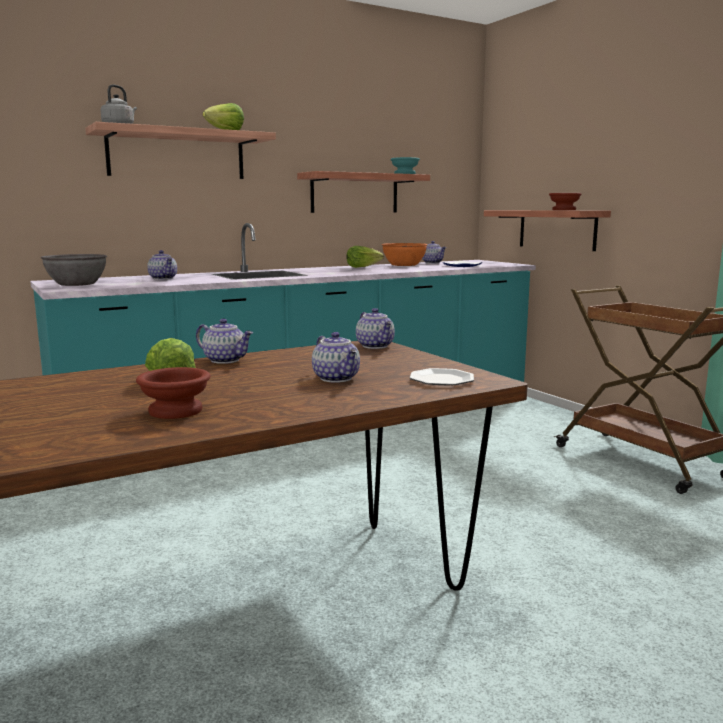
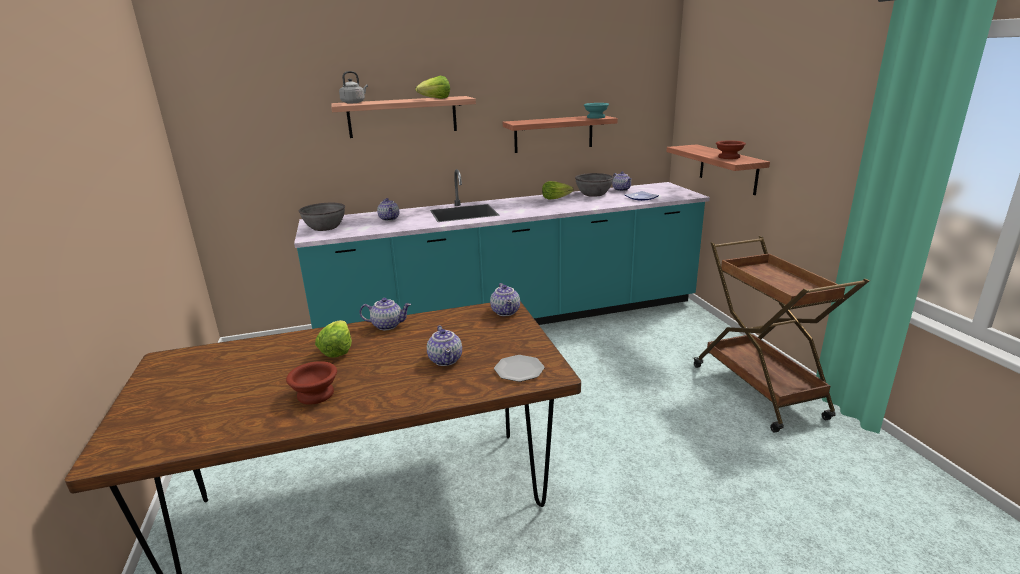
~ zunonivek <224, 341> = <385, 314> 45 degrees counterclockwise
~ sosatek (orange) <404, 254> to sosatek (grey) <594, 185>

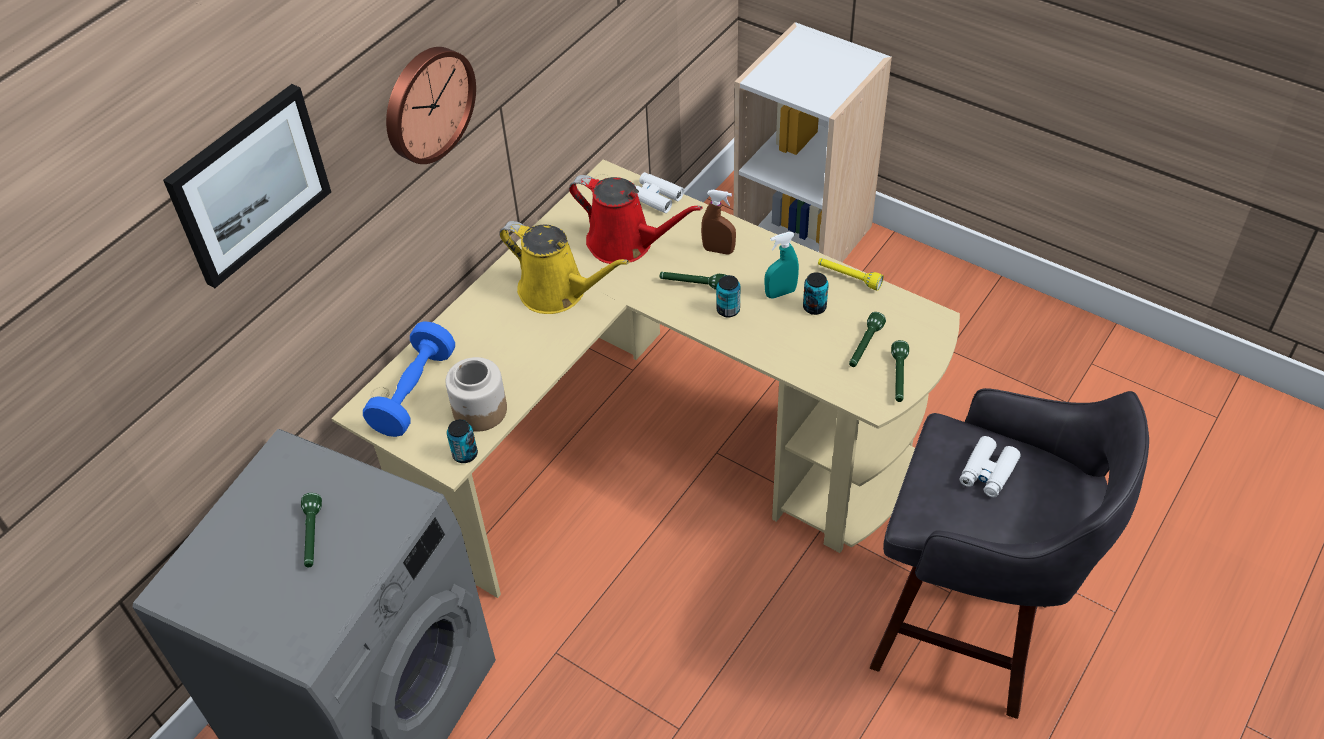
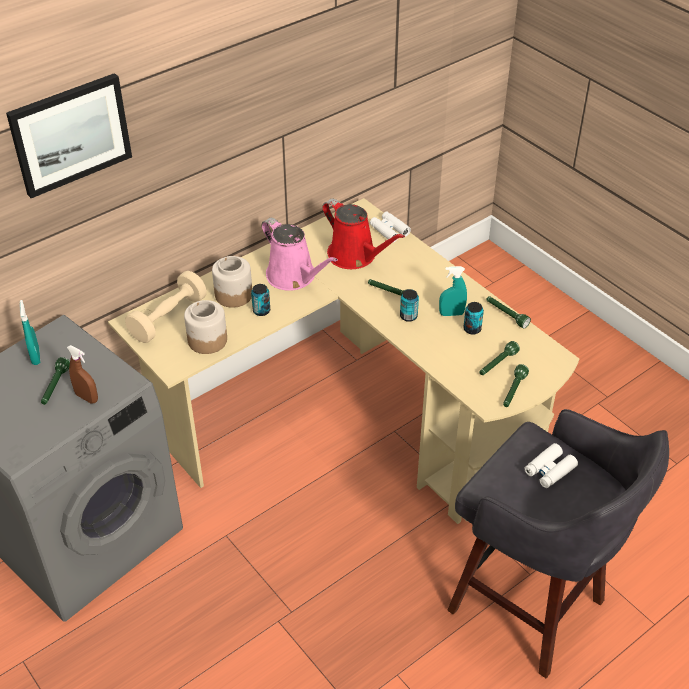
+ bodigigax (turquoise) <29, 332>
~ bodigigax (brown) <718, 222> to <82, 374>
~ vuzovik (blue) <409, 379> to vuzovik (beige) <166, 307>
+ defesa <232, 282>
~ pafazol <462, 441> to <260, 300>
~ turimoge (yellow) <564, 267> to turimoge (pink) <300, 254>
~ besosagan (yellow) <851, 274> to besosagan (green) <509, 312>
- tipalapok <431, 105>
- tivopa <813, 142>

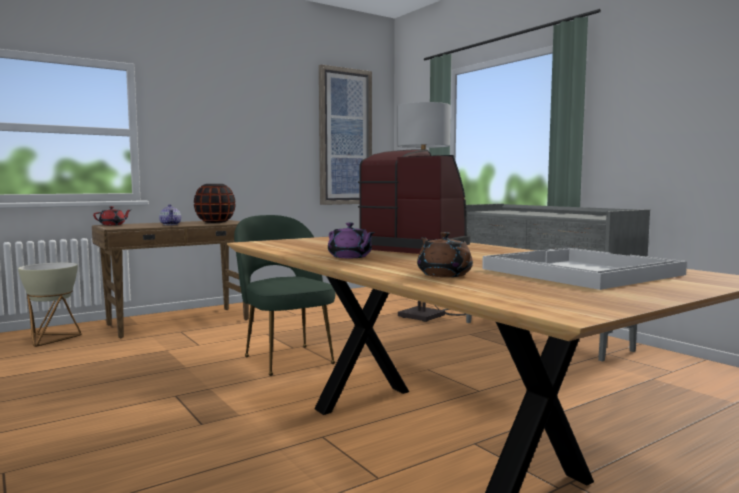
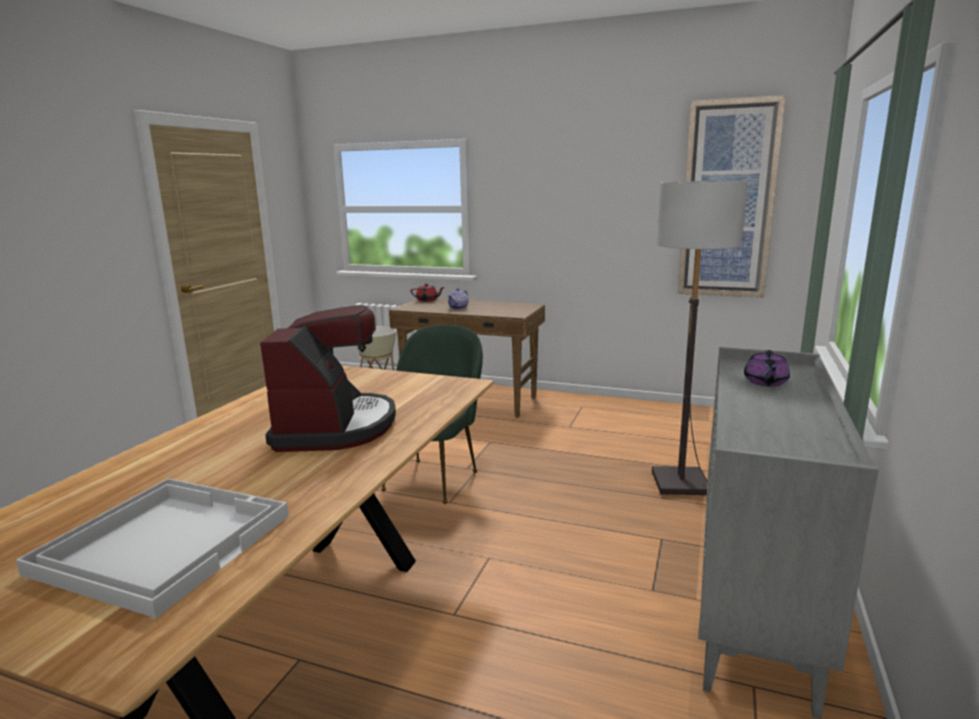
~ zunonivek (purple) <351, 240> to <767, 368>
- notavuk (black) <215, 203>
- zunonivek (brown) <445, 254>

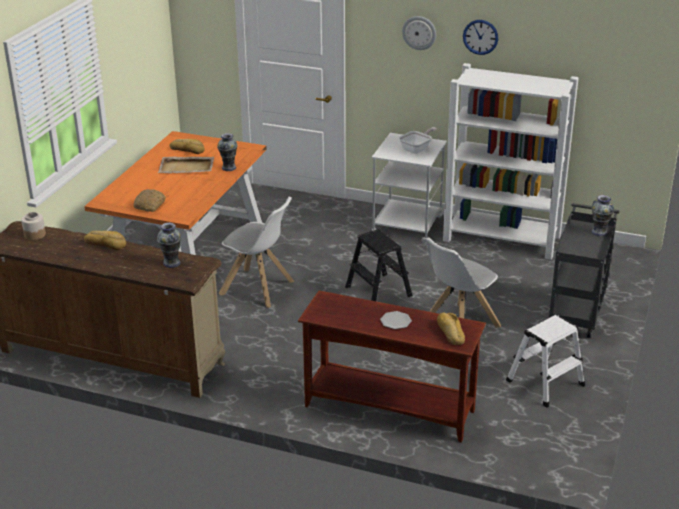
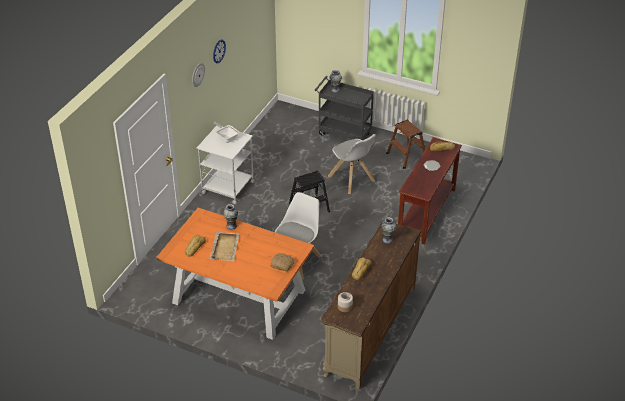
~ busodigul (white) <545, 361> to busodigul (brown) <406, 144>
- tivopa (white) <510, 161>

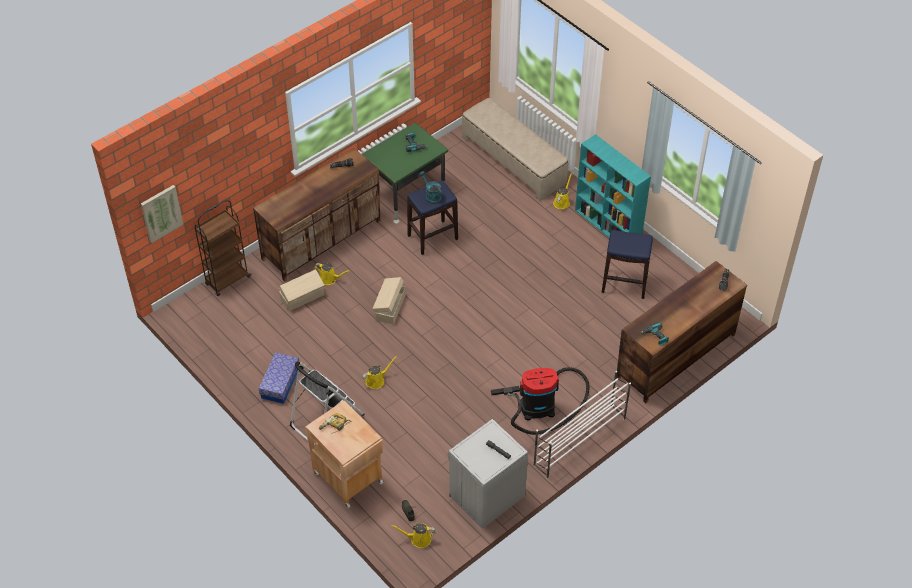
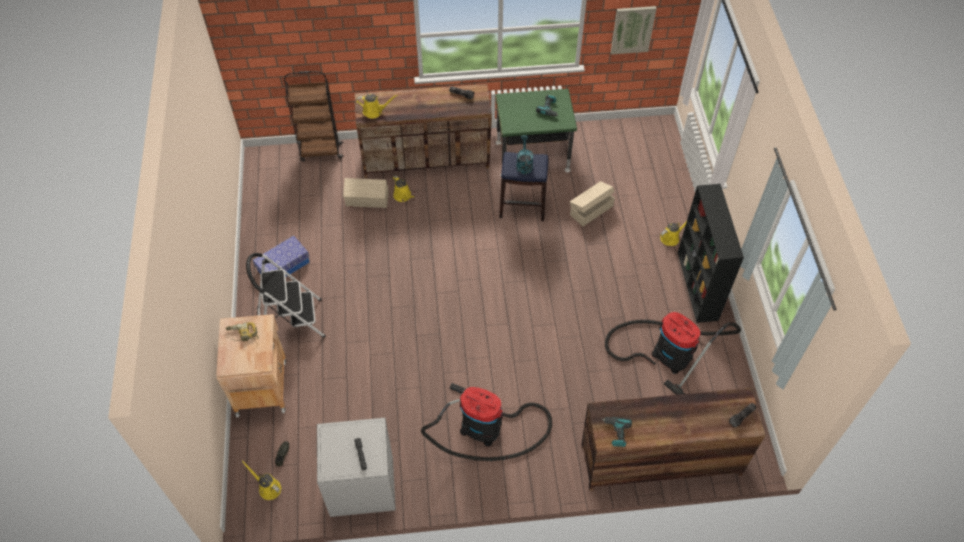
~ turimoge (yellow) <379, 372> to <377, 106>
~ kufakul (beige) <389, 301> to <592, 203>
~ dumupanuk <627, 264> to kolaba <673, 353>
~ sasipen <162, 214> to <634, 30>
~ tivopa (turquoise) <613, 185> to tivopa (black) <710, 253>
- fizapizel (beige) <515, 149>
- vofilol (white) <582, 425>

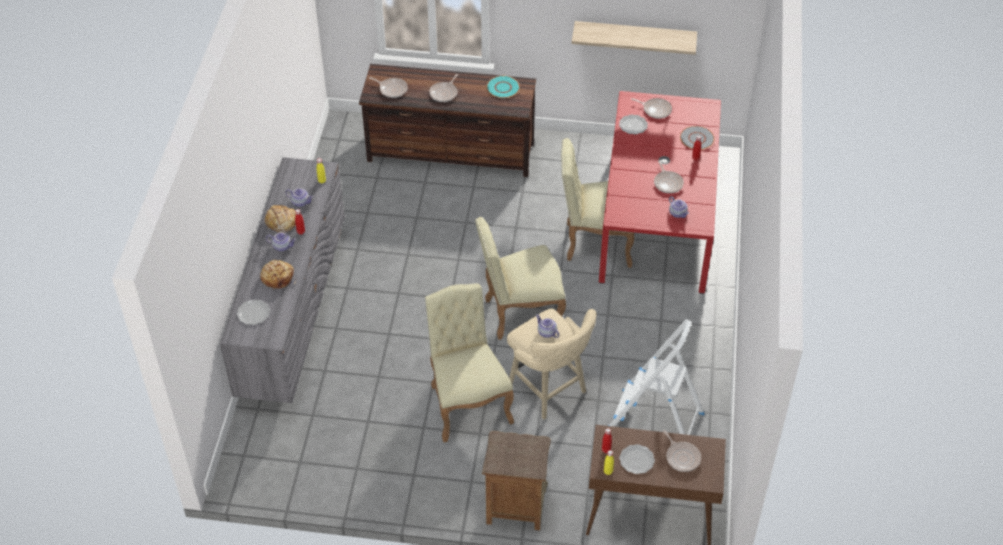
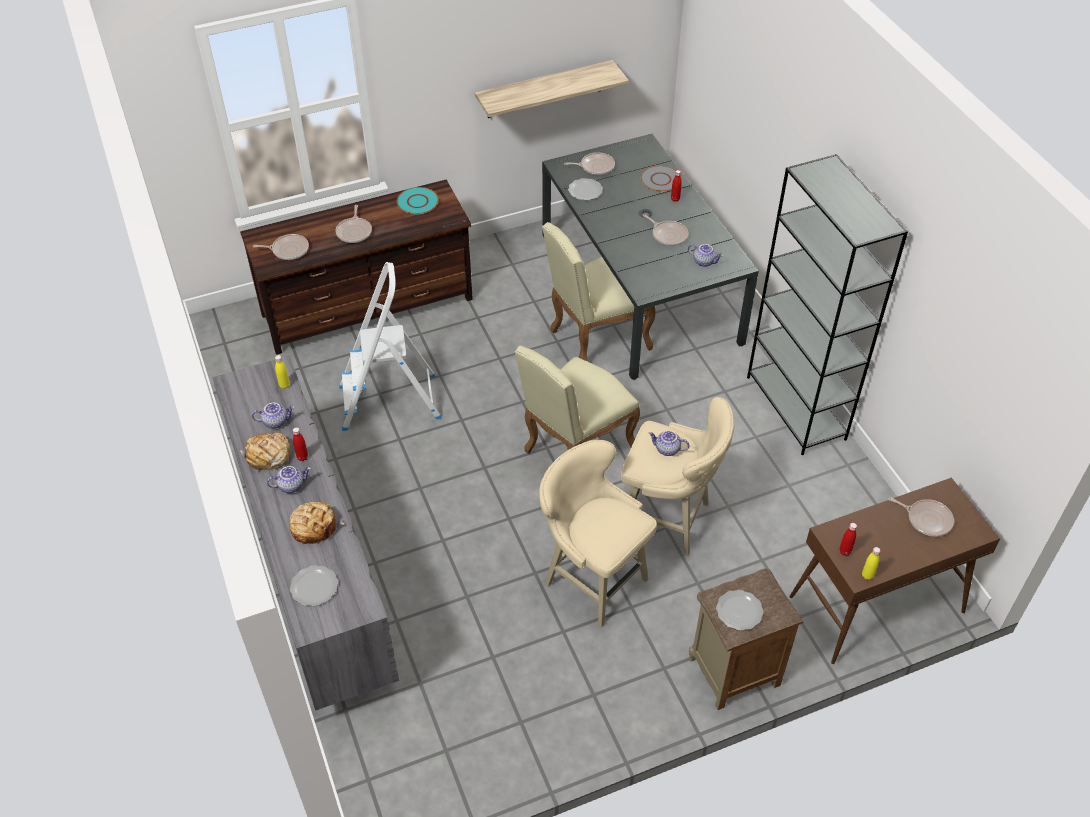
~ busodigul (white) <656, 377> to <390, 346>
~ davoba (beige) <469, 362> to dumupanuk (beige) <598, 533>
~ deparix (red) <660, 192> to deparix (grey) <650, 257>
~ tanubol <637, 459> to <740, 610>
+ tivopa (grey) <827, 304>

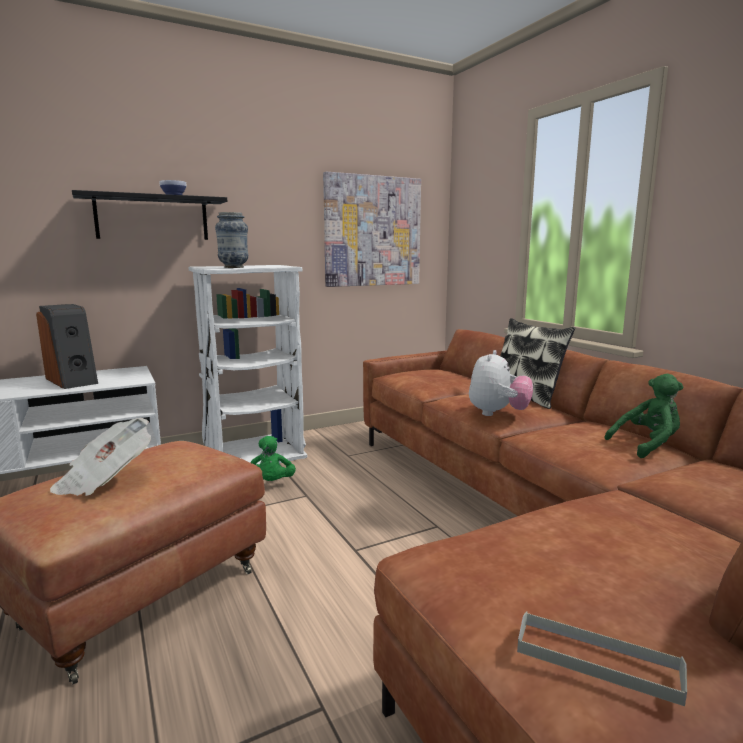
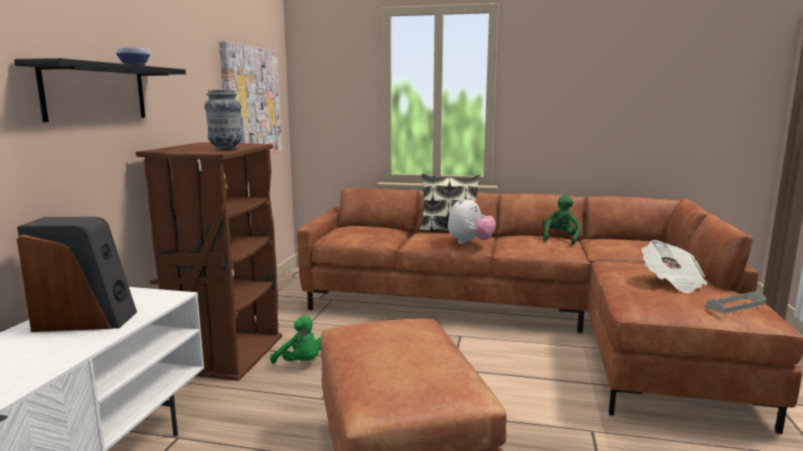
~ tivopa (white) <248, 364> to tivopa (brown) <209, 261>
~ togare <501, 383> = <472, 220> 60 degrees clockwise
~ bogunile <100, 457> to <674, 266>

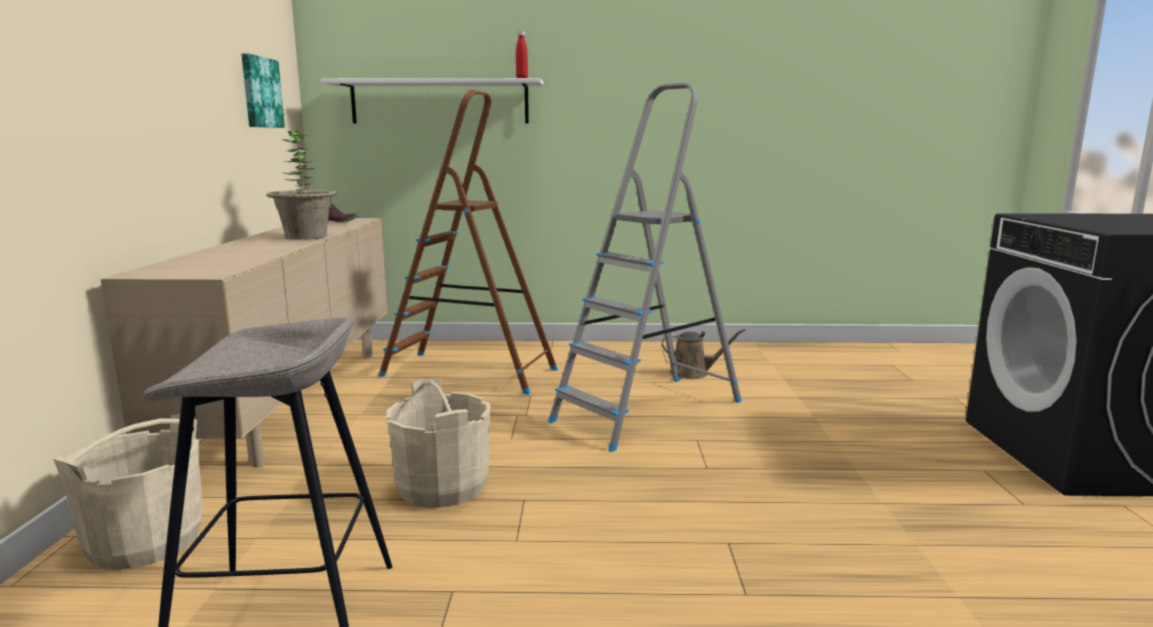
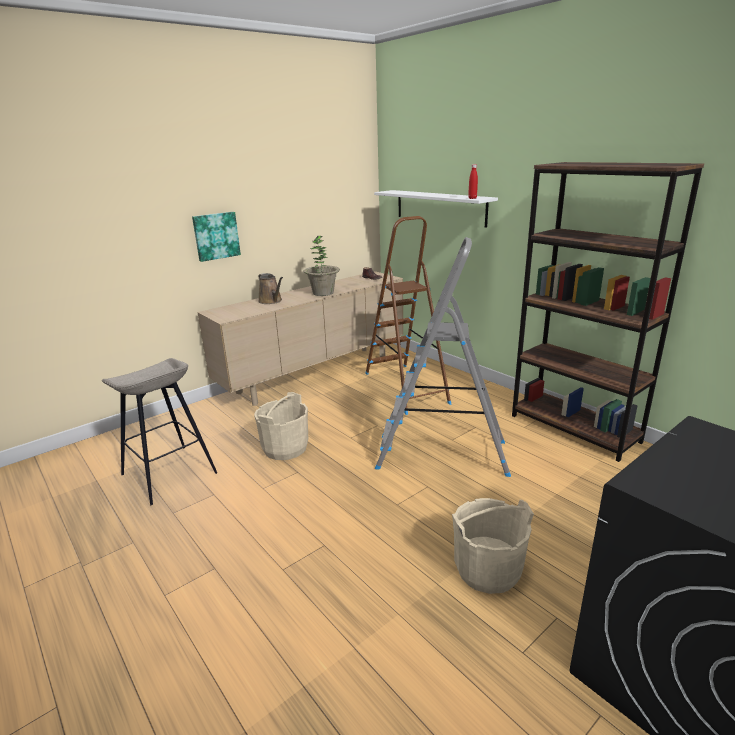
~ sasipen <263, 90> to <216, 237>
~ turimoge (brown) <704, 354> to <270, 288>
~ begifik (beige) <128, 492> to <493, 546>
+ tivopa (brown) <608, 312>

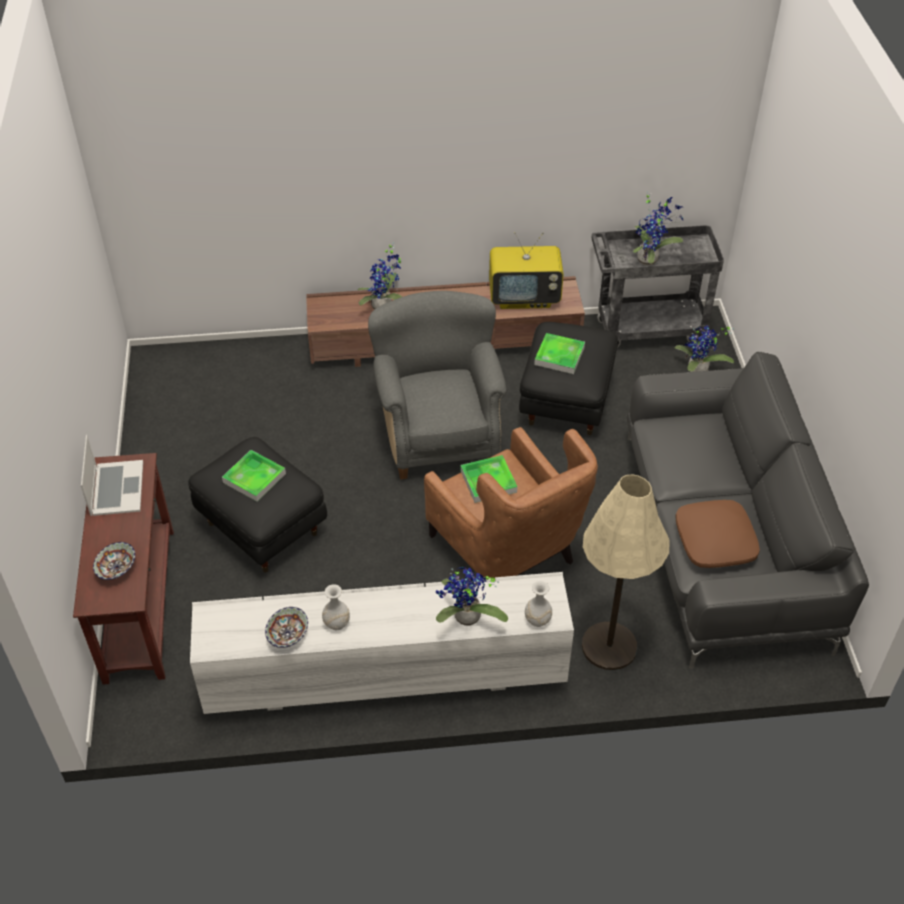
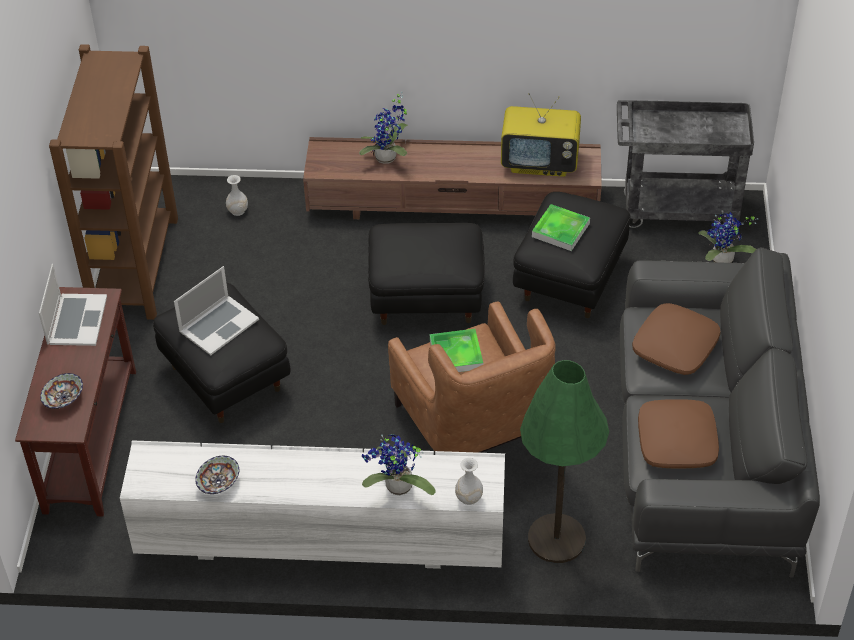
+ tivopa (brown) <113, 182>
~ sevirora <254, 476> to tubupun <216, 310>
~ notavuk (white) <336, 607> to <237, 195>
~ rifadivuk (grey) <437, 385> to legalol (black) <426, 274>
~ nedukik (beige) <626, 572> to nedukik (green) <564, 461>
+ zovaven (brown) <676, 339>
- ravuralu <658, 230>

